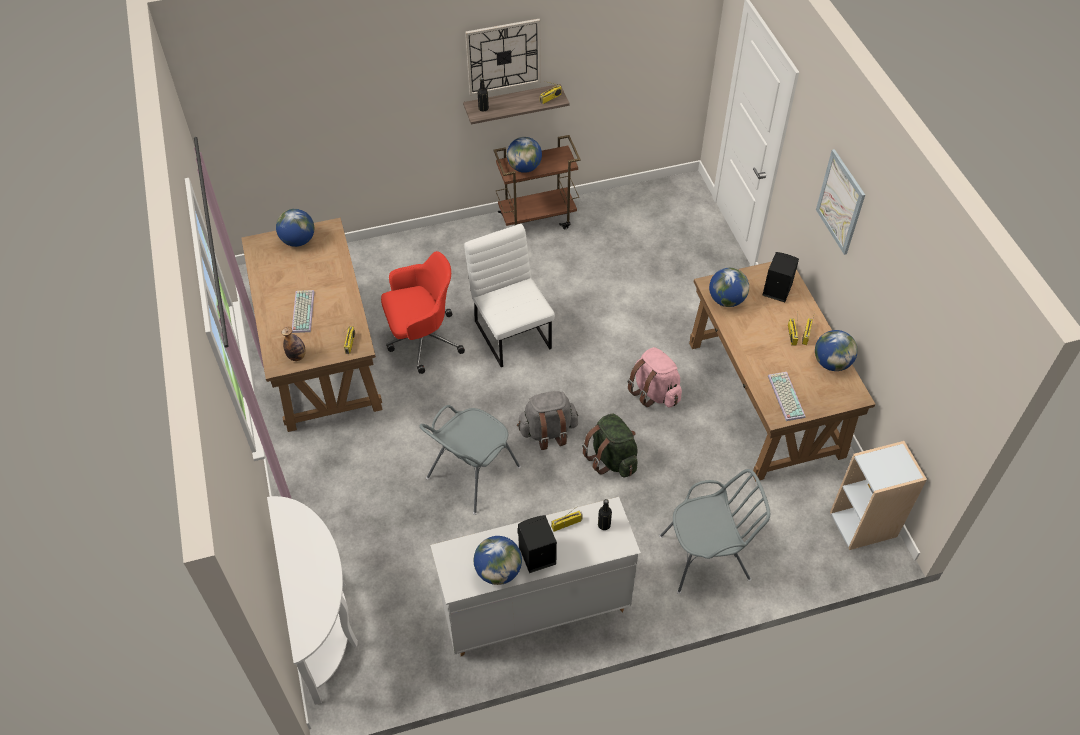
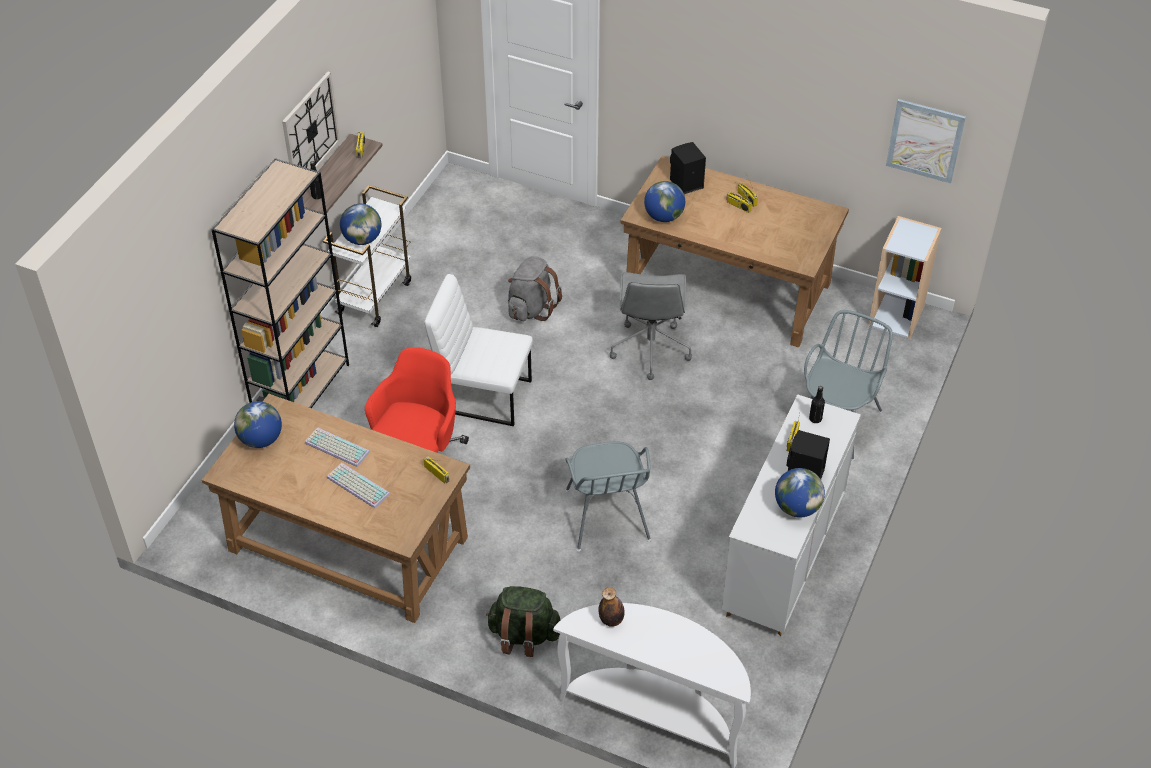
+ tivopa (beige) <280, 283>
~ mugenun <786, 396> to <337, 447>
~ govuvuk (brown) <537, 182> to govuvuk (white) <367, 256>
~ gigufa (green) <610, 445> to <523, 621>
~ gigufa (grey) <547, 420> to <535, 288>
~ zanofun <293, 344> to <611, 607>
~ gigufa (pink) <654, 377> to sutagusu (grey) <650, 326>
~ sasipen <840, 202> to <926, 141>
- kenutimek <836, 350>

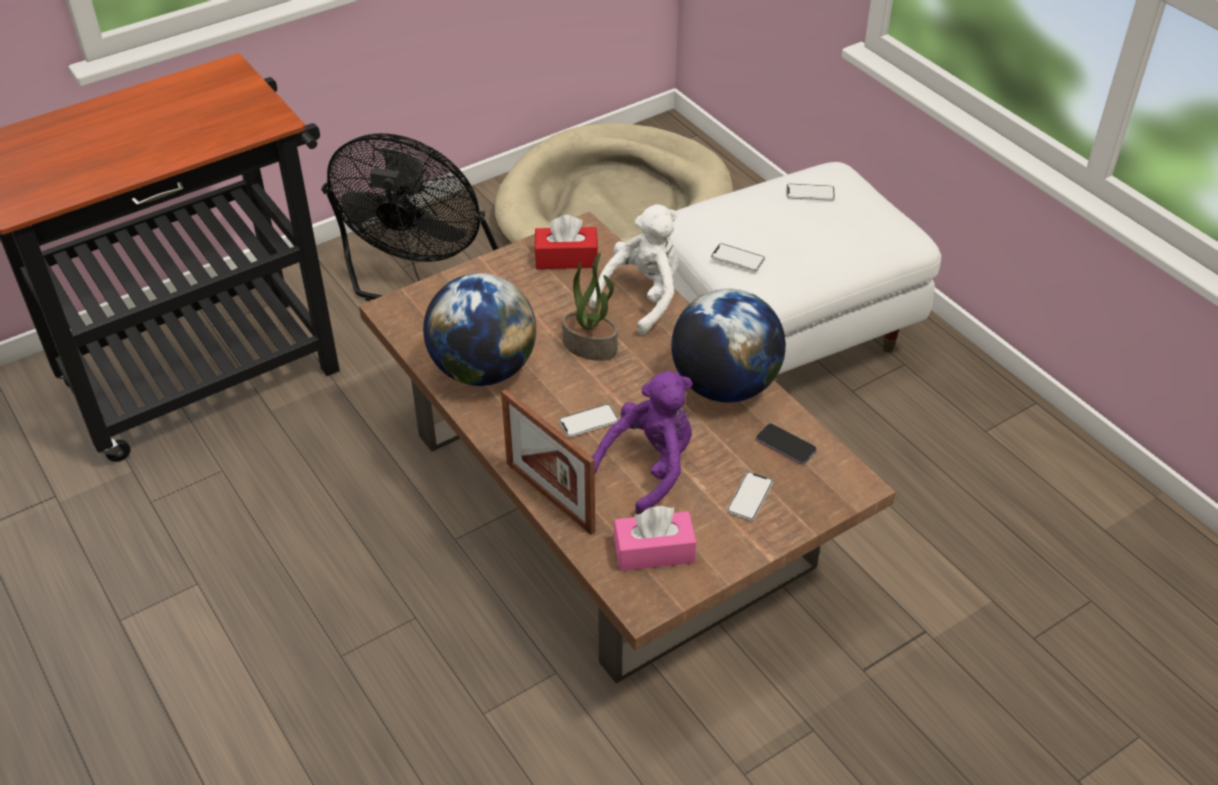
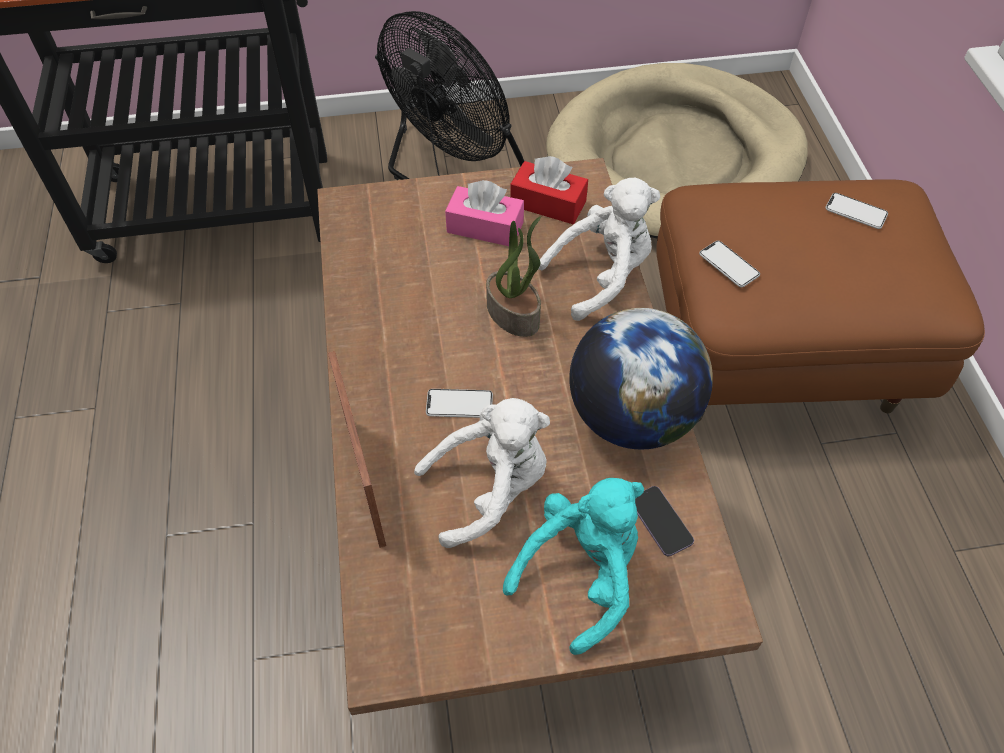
~ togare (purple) <642, 442> to togare (white) <482, 473>
~ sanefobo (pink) <655, 538> to <484, 213>
~ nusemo <750, 496> to togare (turquoise) <573, 566>
~ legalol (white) <805, 268> to legalol (brown) <820, 300>
- kenutimek <479, 329>

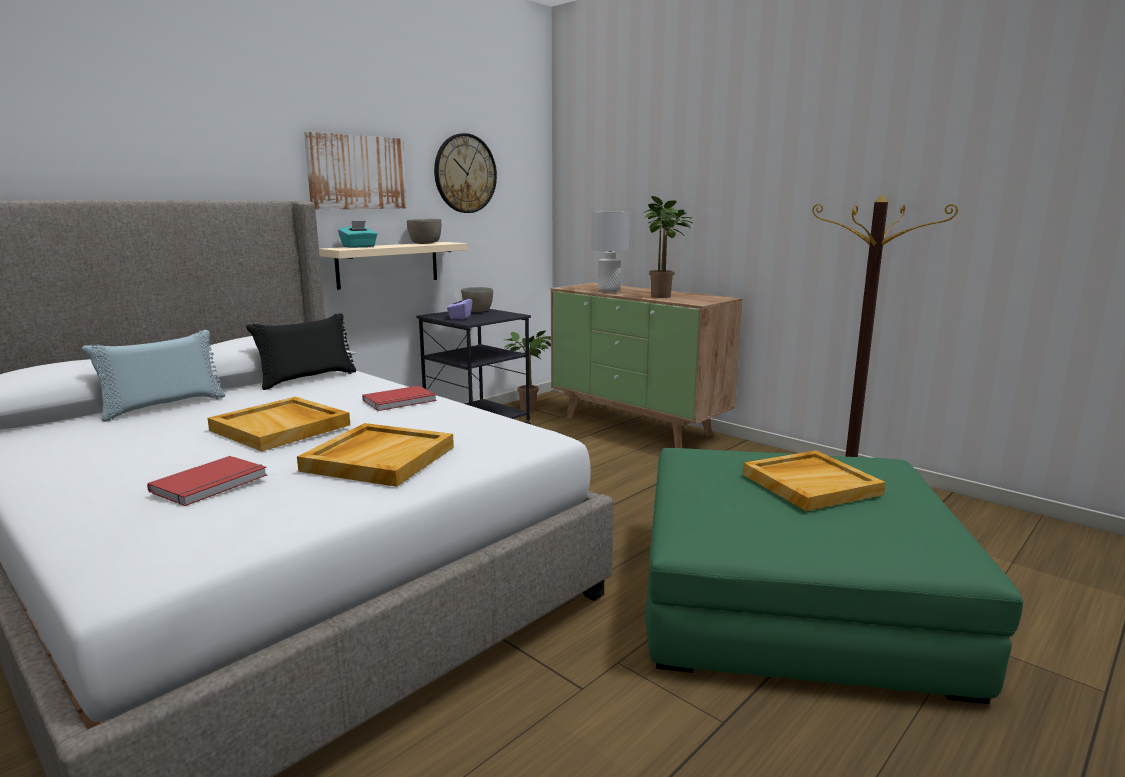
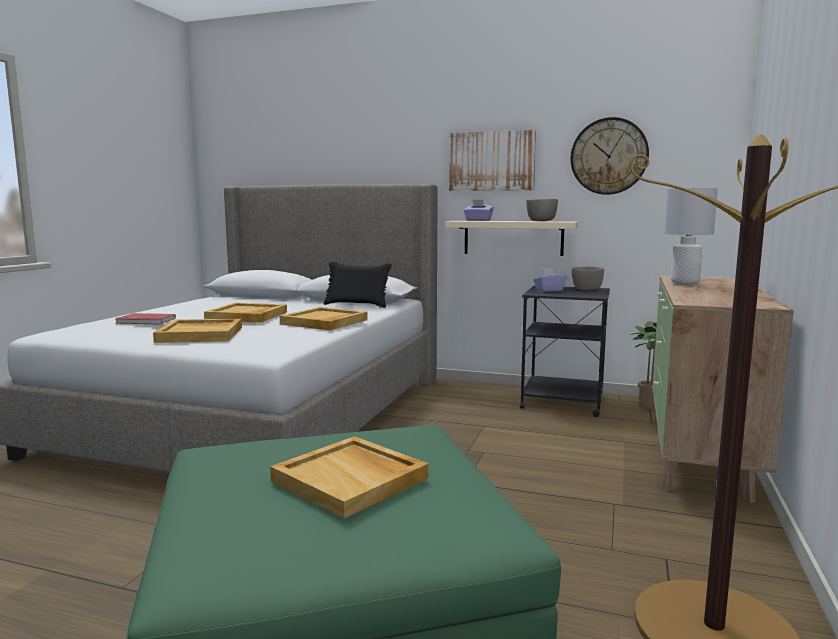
~ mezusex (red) <399, 398> to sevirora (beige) <324, 318>
~ sanefobo (turquoise) <357, 234> to sanefobo (purple) <479, 210>
- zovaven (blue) <153, 376>
- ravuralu <668, 247>

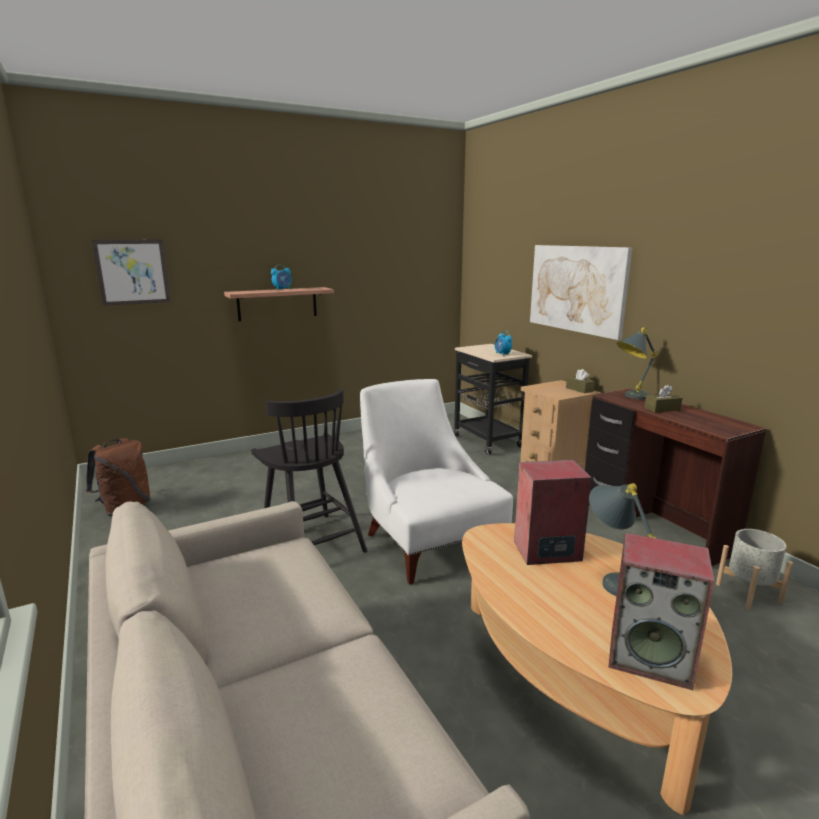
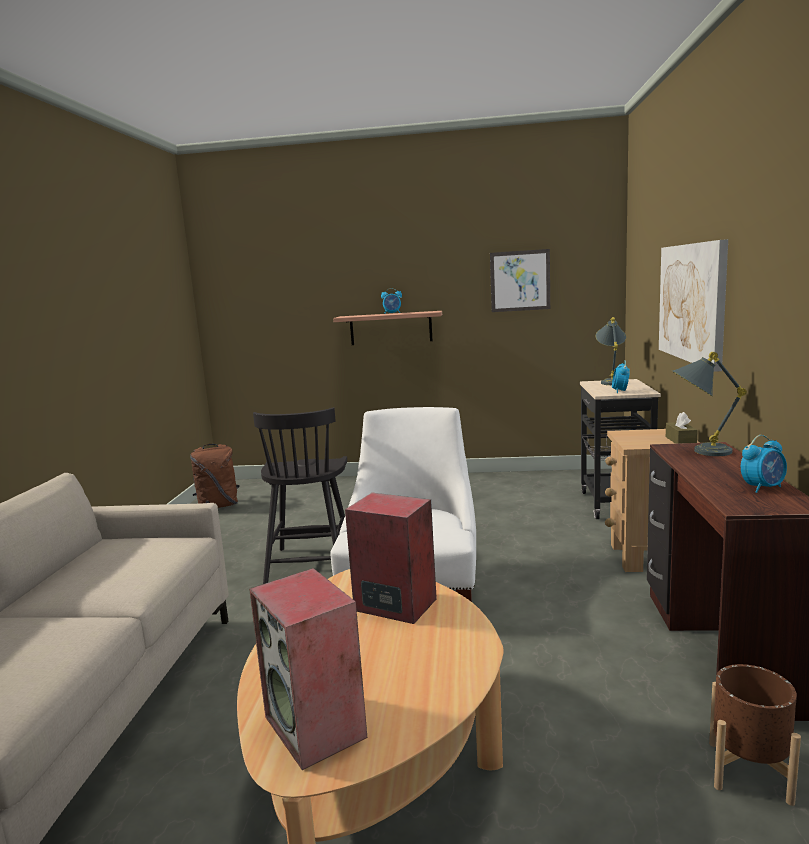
~ sasipen <131, 273> to <520, 280>
~ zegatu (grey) <622, 539> to <611, 351>
~ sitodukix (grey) <754, 569> to sitodukix (brown) <755, 735>
+ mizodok <764, 464>
- sanefobo (brown) <663, 399>

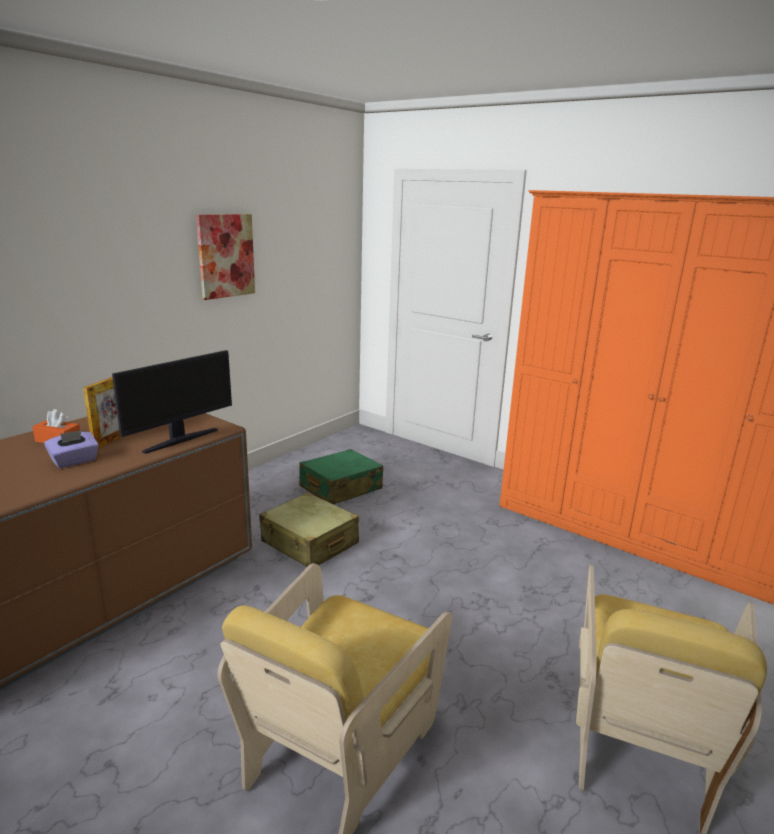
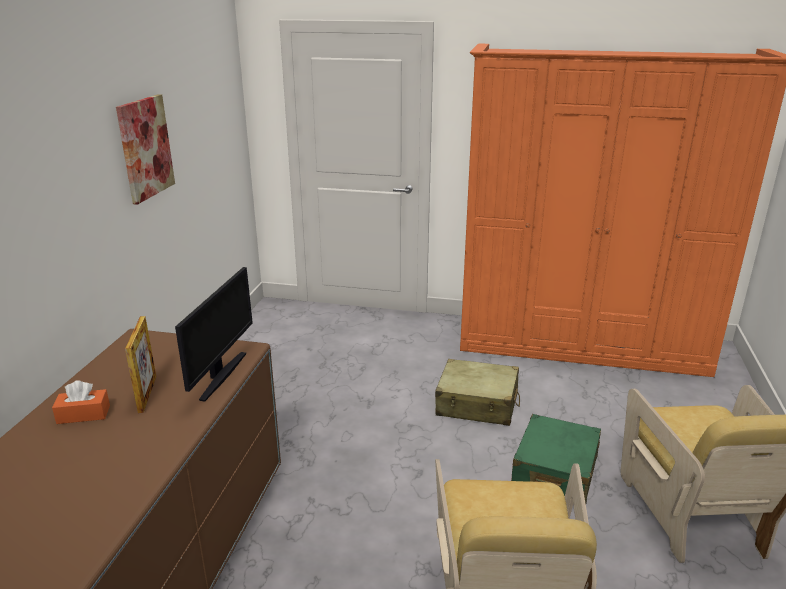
~ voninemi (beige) <309, 529> to <477, 392>
~ voninemi (green) <341, 476> to <556, 459>
- sanefobo (purple) <71, 449>

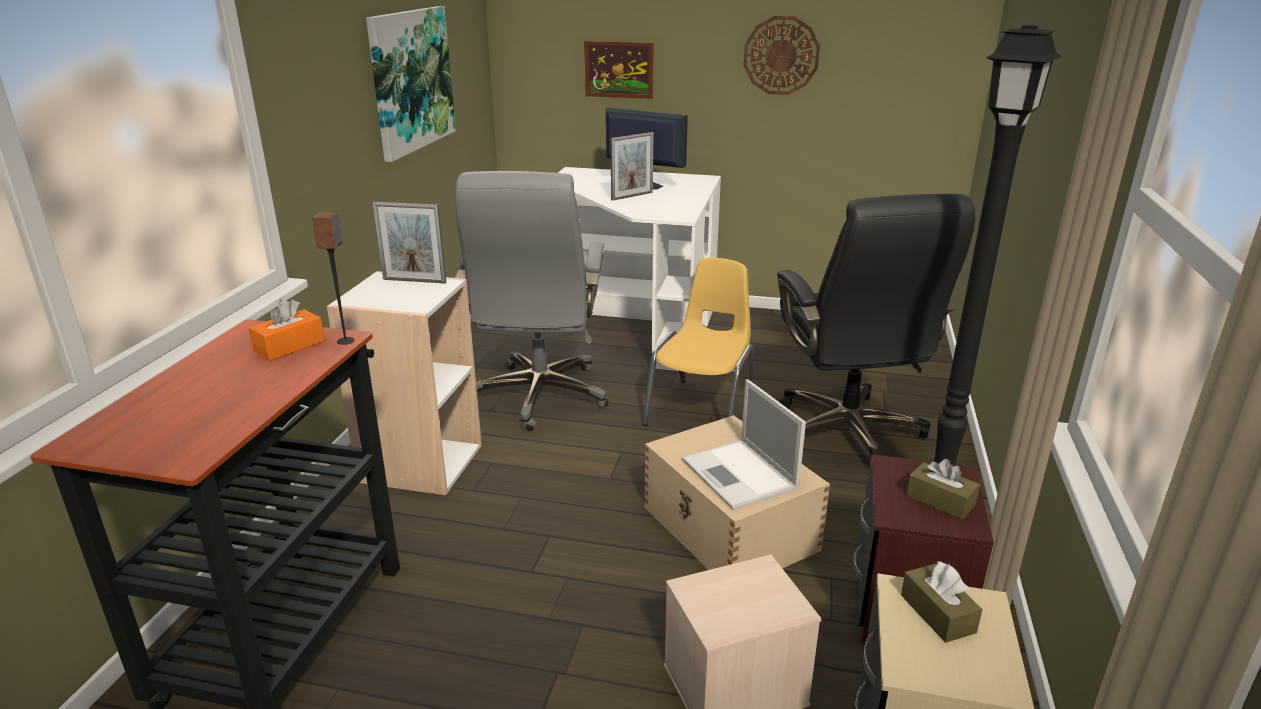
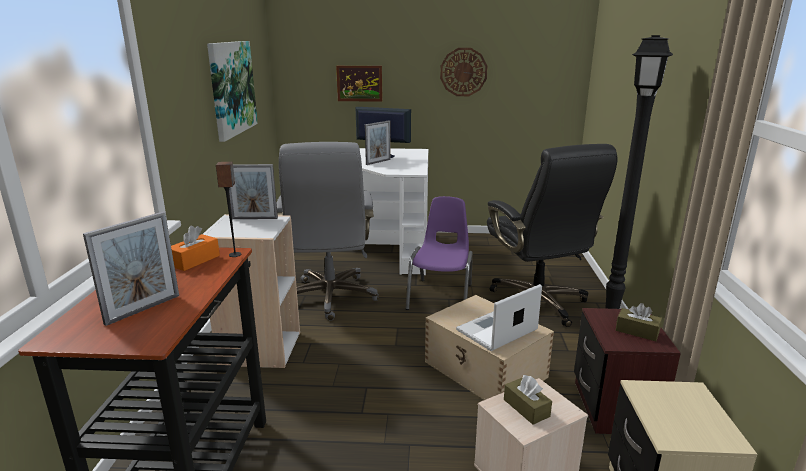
+ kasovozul <131, 269>
~ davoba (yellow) <698, 342> to davoba (purple) <439, 253>
~ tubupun <744, 444> = <499, 317> 90 degrees clockwise
~ sanefobo (brown) <942, 602> to <528, 400>

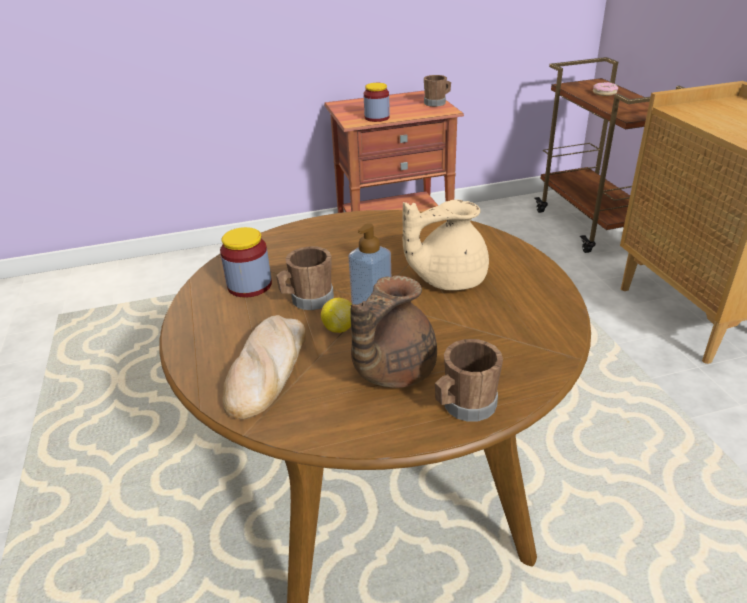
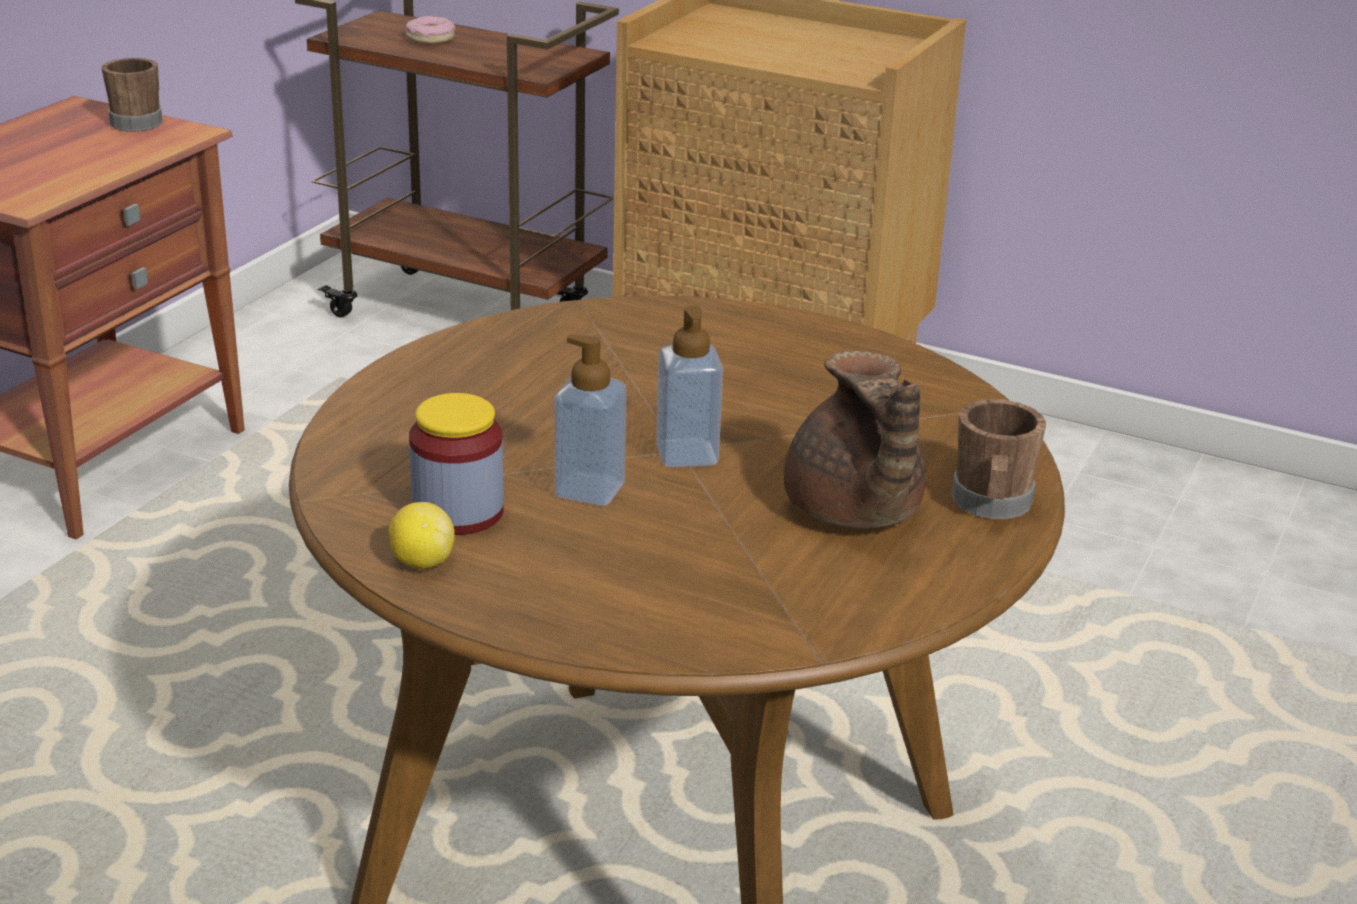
~ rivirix <336, 315> to <421, 535>
~ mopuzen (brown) <305, 278> to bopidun <590, 420>
- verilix <264, 367>
- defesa <377, 102>
- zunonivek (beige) <445, 245>

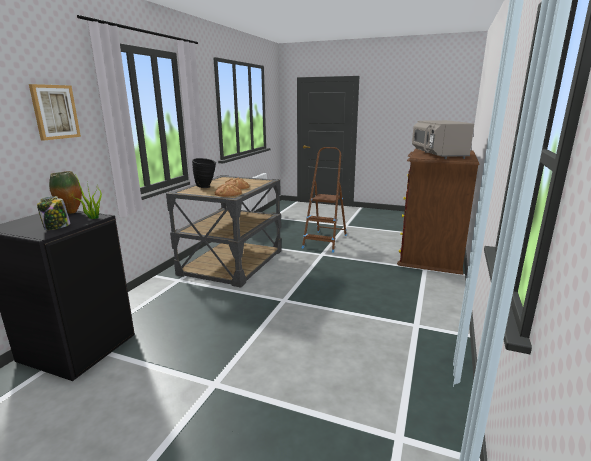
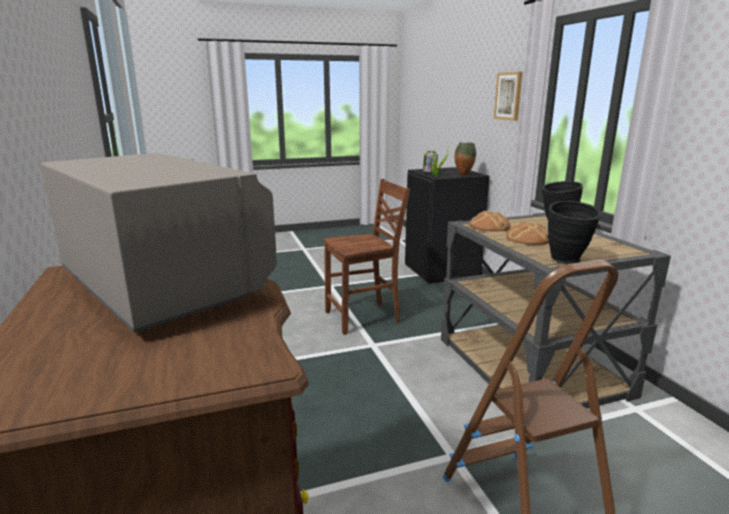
+ davoba (brown) <367, 257>
+ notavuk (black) <574, 232>

